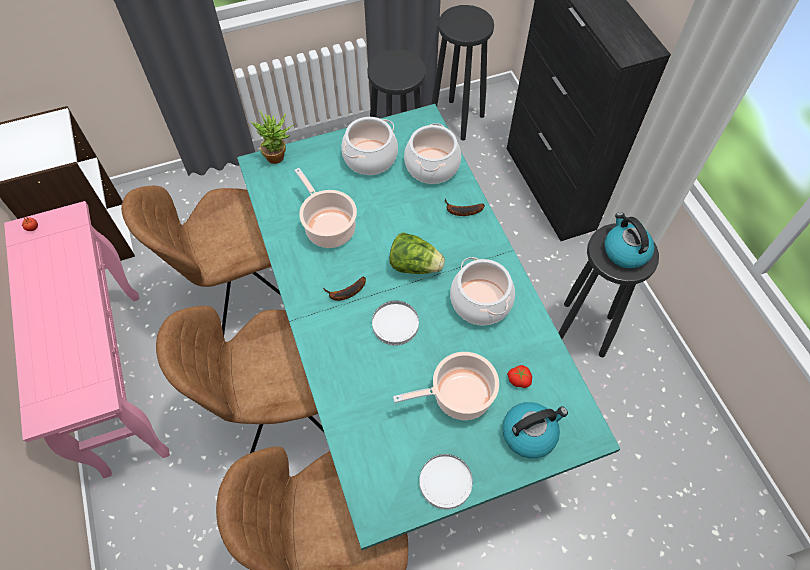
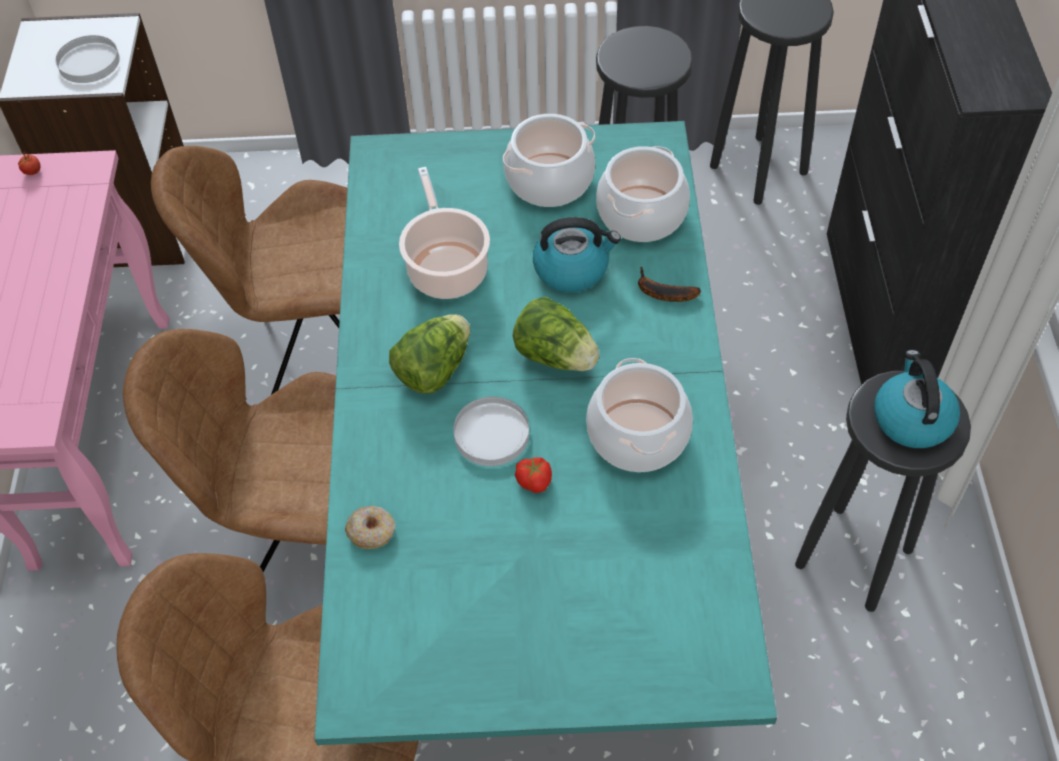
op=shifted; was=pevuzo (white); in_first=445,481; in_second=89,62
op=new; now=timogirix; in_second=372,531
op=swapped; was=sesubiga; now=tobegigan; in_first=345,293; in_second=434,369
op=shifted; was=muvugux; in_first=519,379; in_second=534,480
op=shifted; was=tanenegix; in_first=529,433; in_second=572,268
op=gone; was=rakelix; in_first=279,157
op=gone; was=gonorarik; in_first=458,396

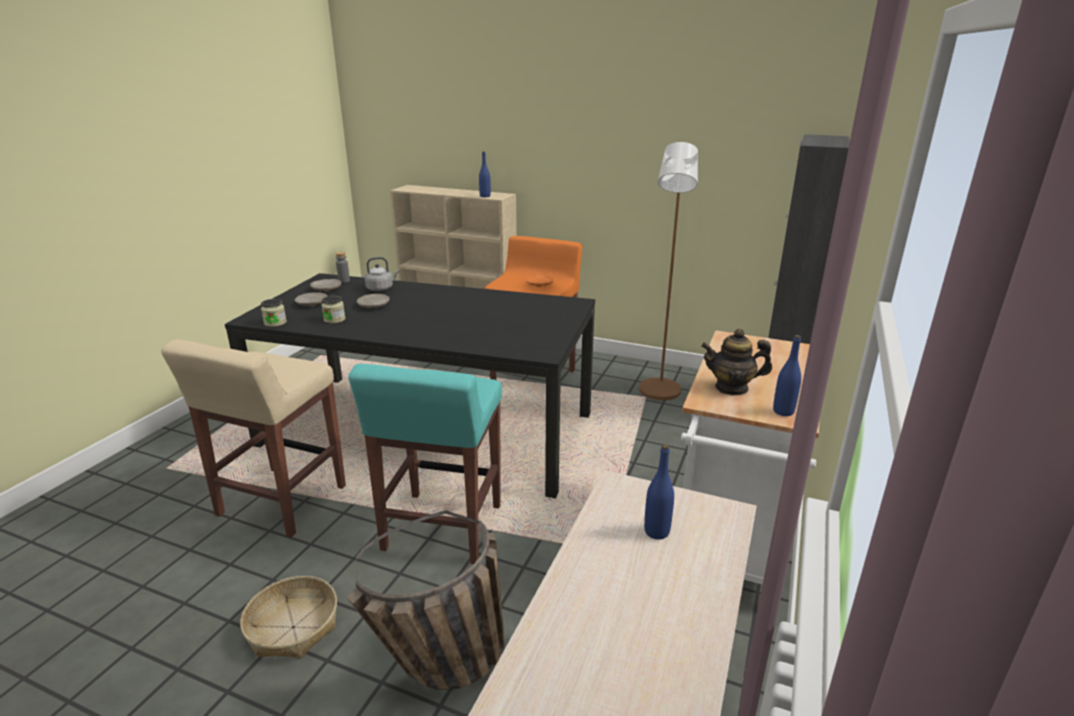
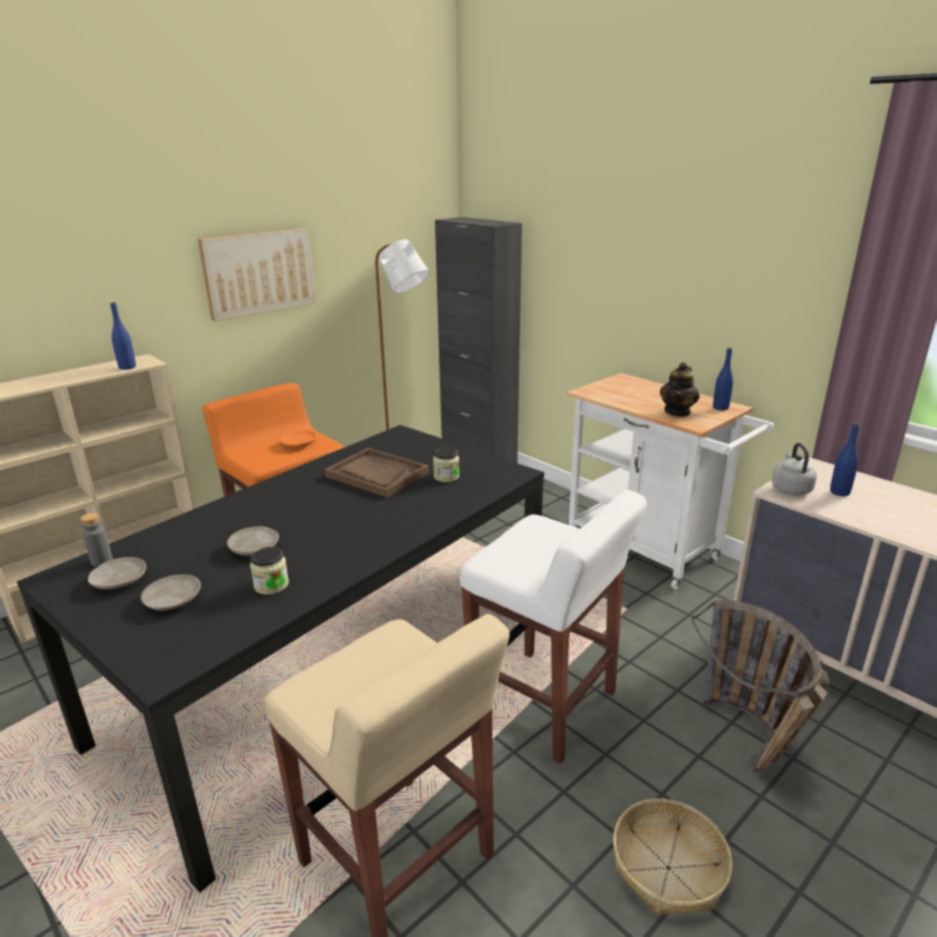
op=new; now=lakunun; in_second=259,272
op=new; now=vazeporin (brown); in_second=376,474
op=shifted; was=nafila; in_first=275,323; in_second=446,477
op=repainted; was=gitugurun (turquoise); now=gitugurun (white); in_first=442,528; in_second=544,704
op=shifted; was=tanenegix (grey); in_first=381,288; in_second=790,489

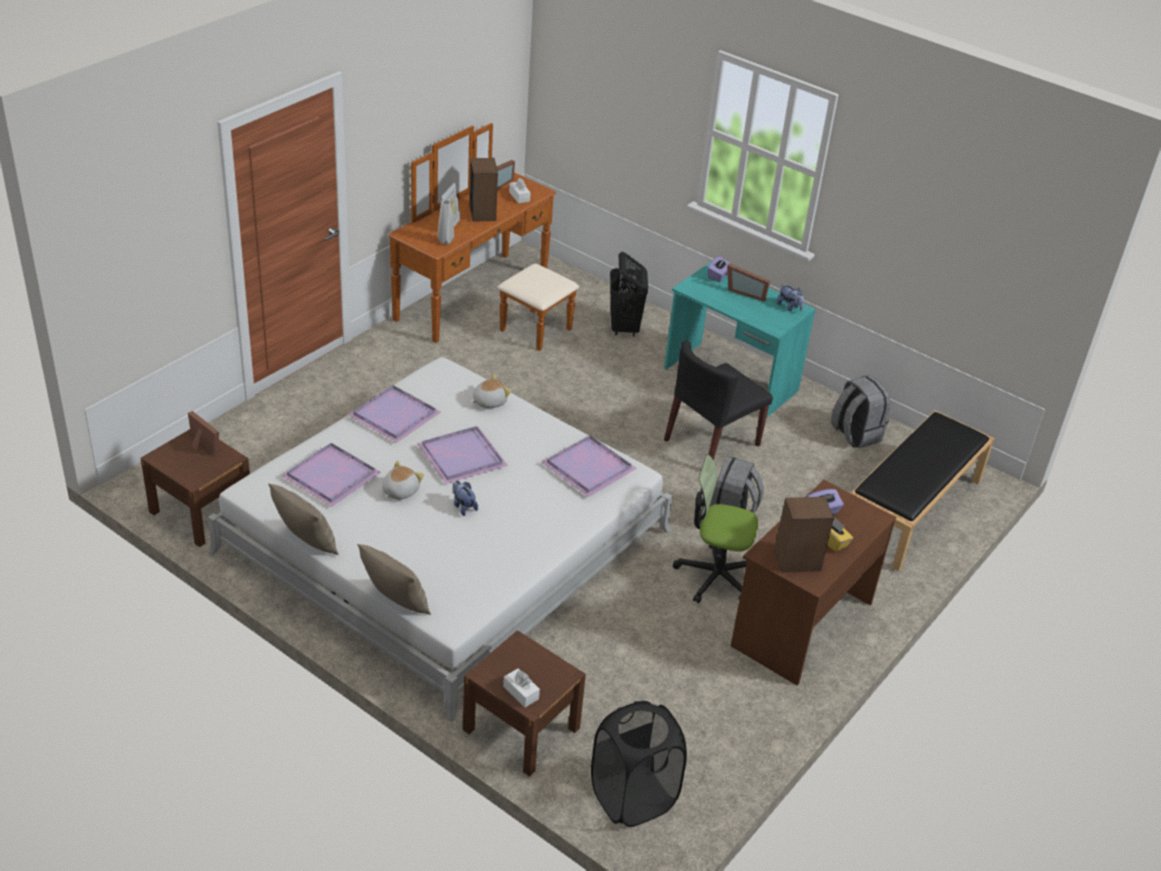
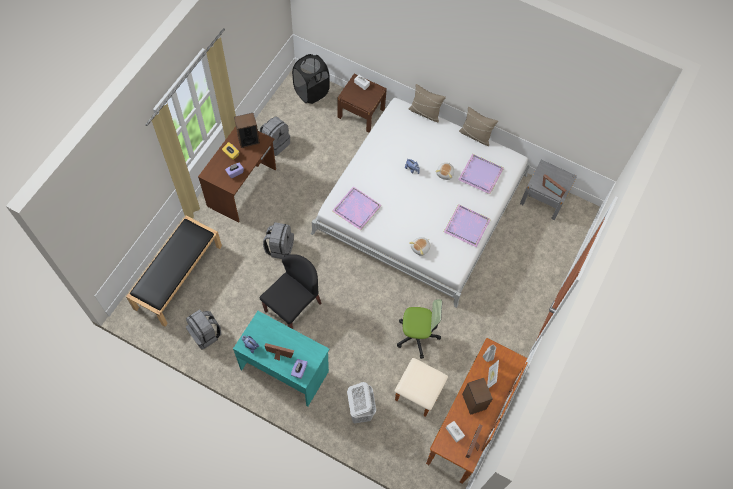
op=new; now=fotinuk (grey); in_second=275,143
op=repainted; was=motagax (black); now=motagax (white); in_first=624,328; in_second=360,411
op=shifted; was=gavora; in_first=715,576; in_second=417,335
op=repainted; was=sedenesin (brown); now=sedenesin (grey); in_first=201,512; in_second=543,198
op=gone; was=vazeporin (purple); in_first=462,455

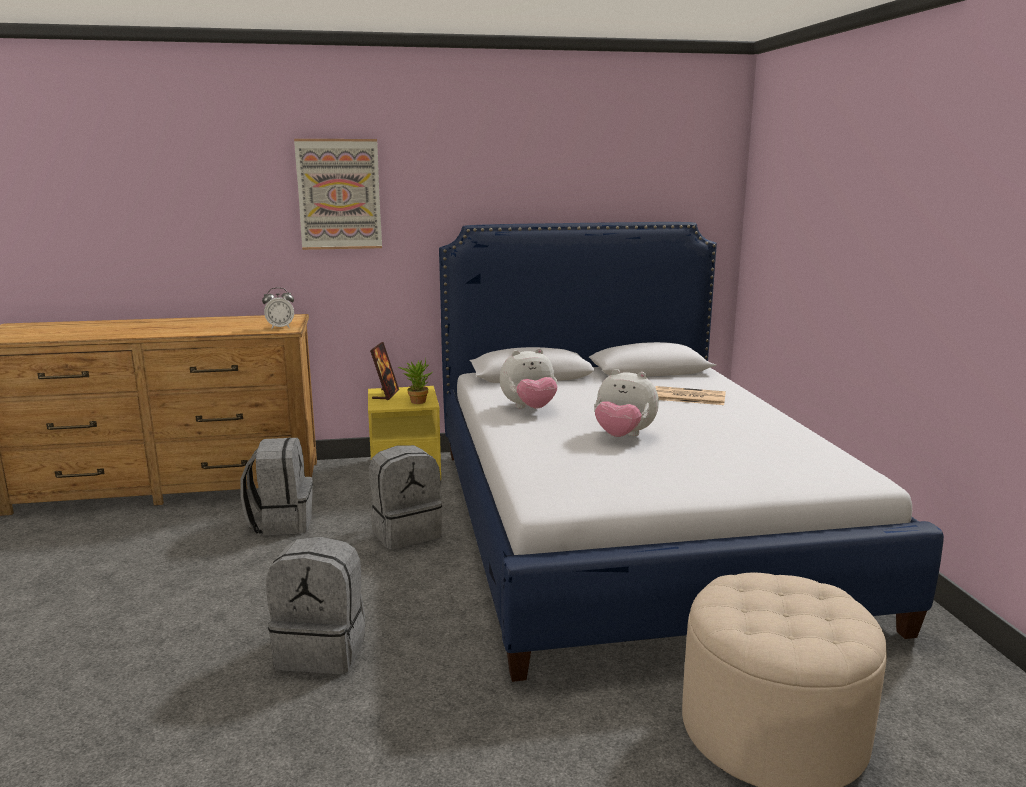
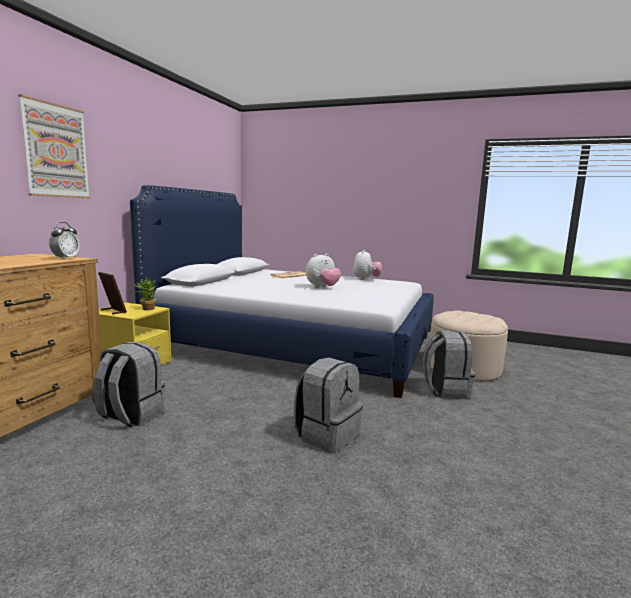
op=shifted; was=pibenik; in_first=529,408; in_second=366,279
op=shifted; was=fotinuk (grey); in_first=406,533; in_second=445,390

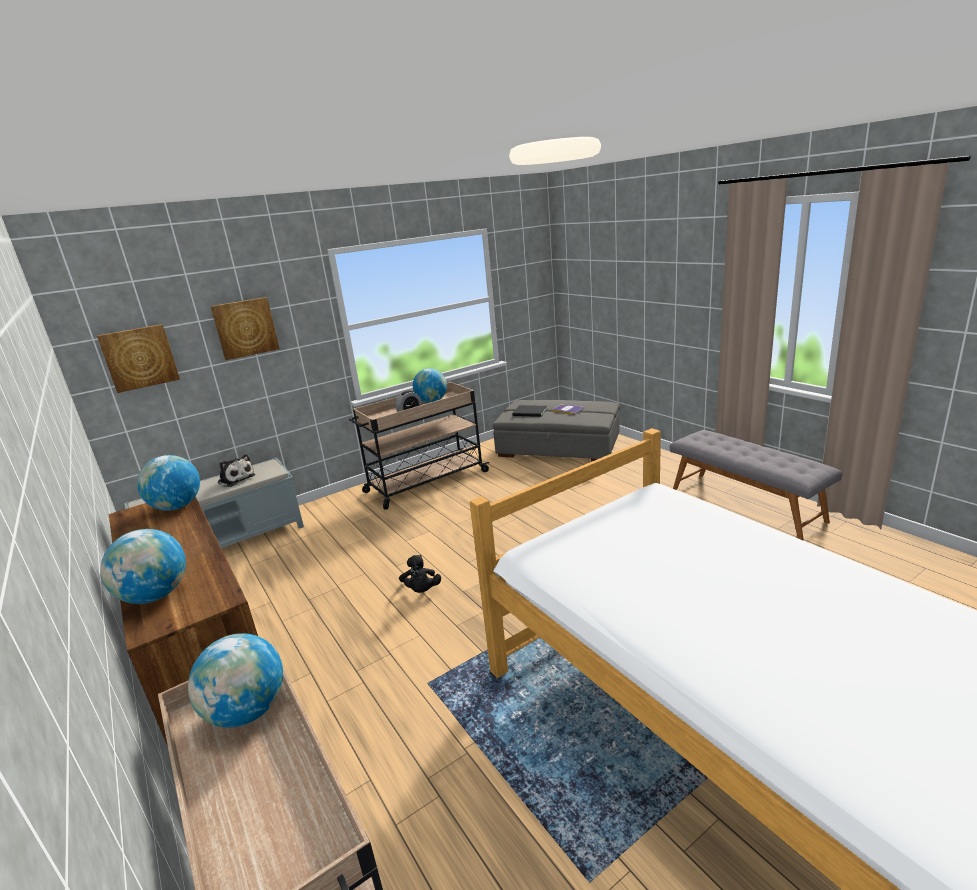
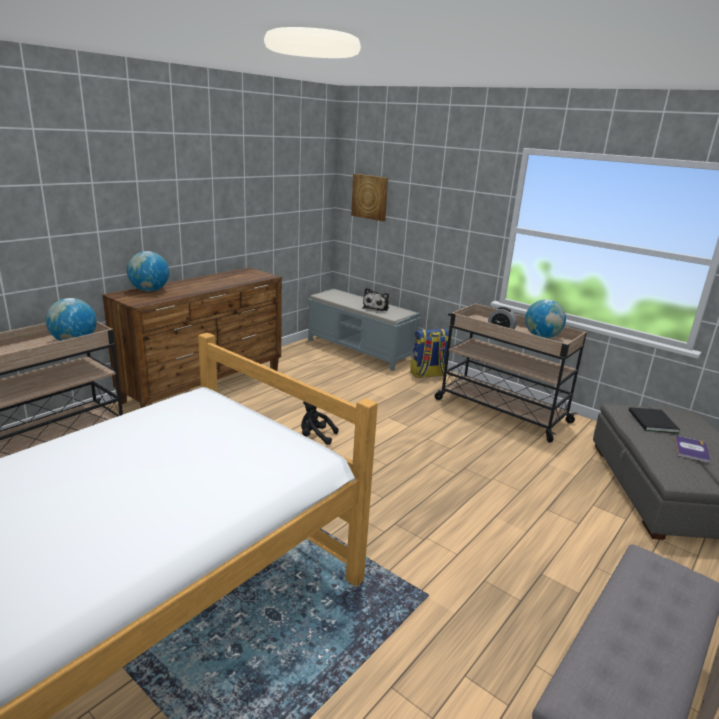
op=rotated; was=pibenik (black); in_first=421,590; in_second=315,436; clockwise=45
op=new; now=fotinuk; in_second=427,374
op=gone; was=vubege; in_first=177,507
op=gone; was=lakunun; in_first=245,328

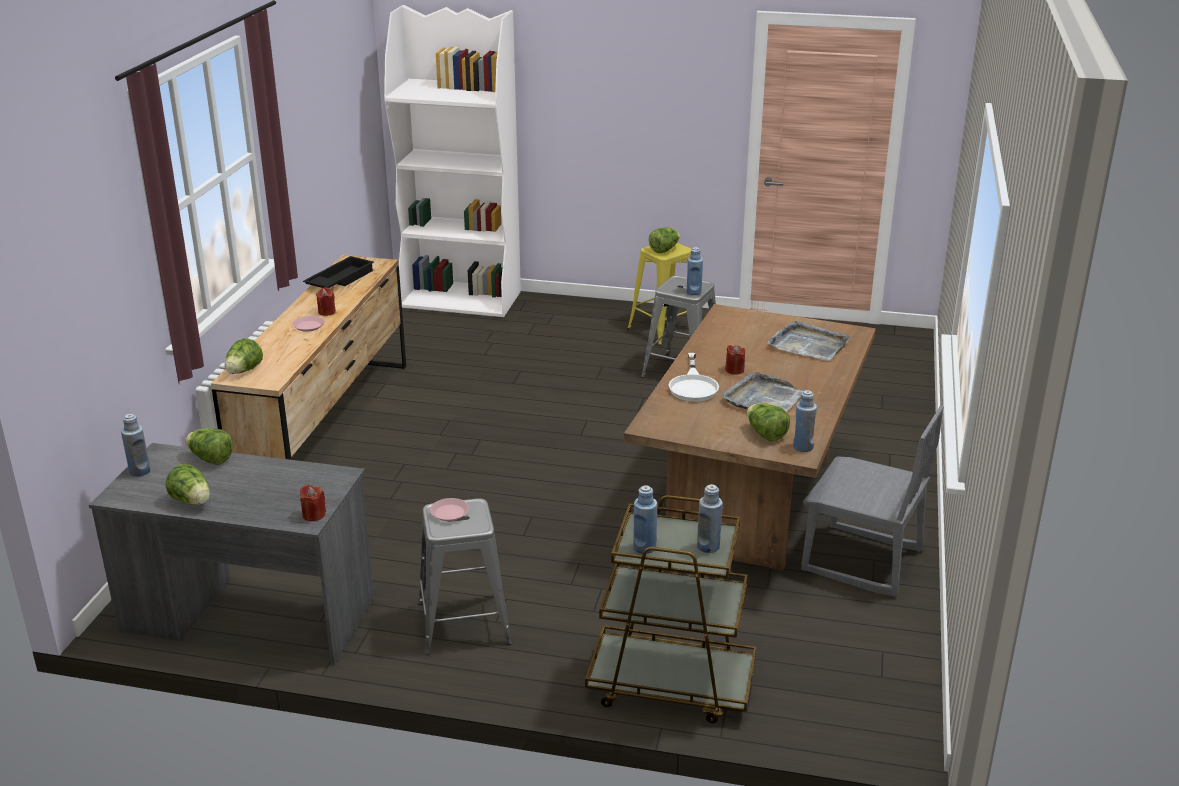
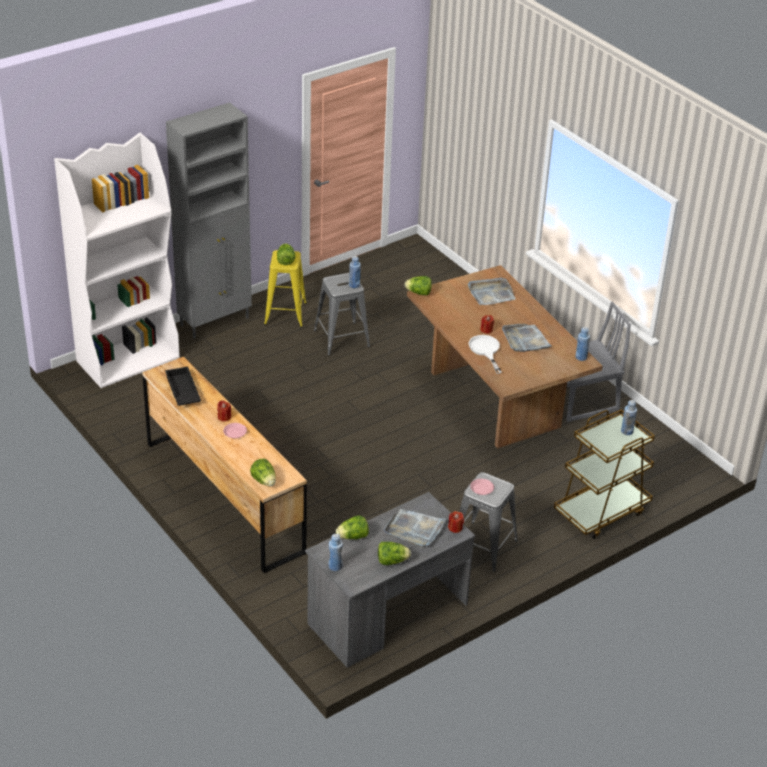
op=new; now=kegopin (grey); in_second=215,321
op=new; now=vazeporin (grey); in_second=414,529
op=shifted; was=tobegigan; in_first=765,434; in_second=418,293
op=rotated; was=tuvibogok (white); in_first=693,385; in_second=485,350; clockwise=-150
op=gone; was=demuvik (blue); in_first=644,547

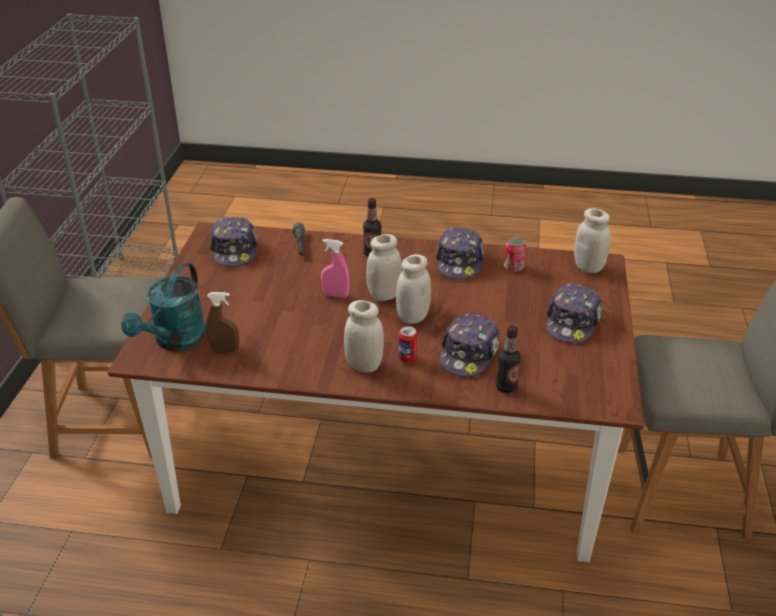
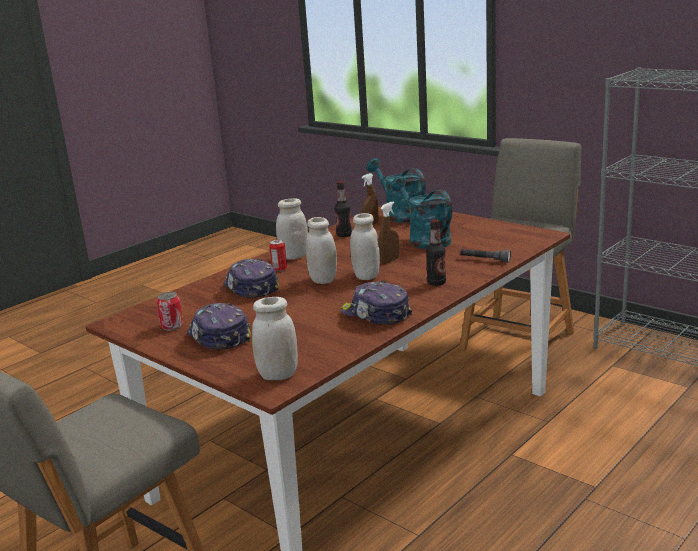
op=shifted; was=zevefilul; in_first=513,267; in_second=172,326
op=shifted; was=demuvik; in_first=506,387; in_second=344,235
op=repainted; was=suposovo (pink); now=suposovo (brown); in_first=335,295; in_second=390,260
op=new; now=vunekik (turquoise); in_second=424,239
op=gone; was=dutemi; in_first=234,250

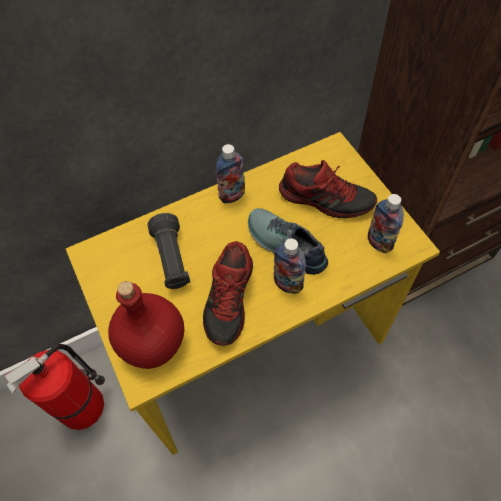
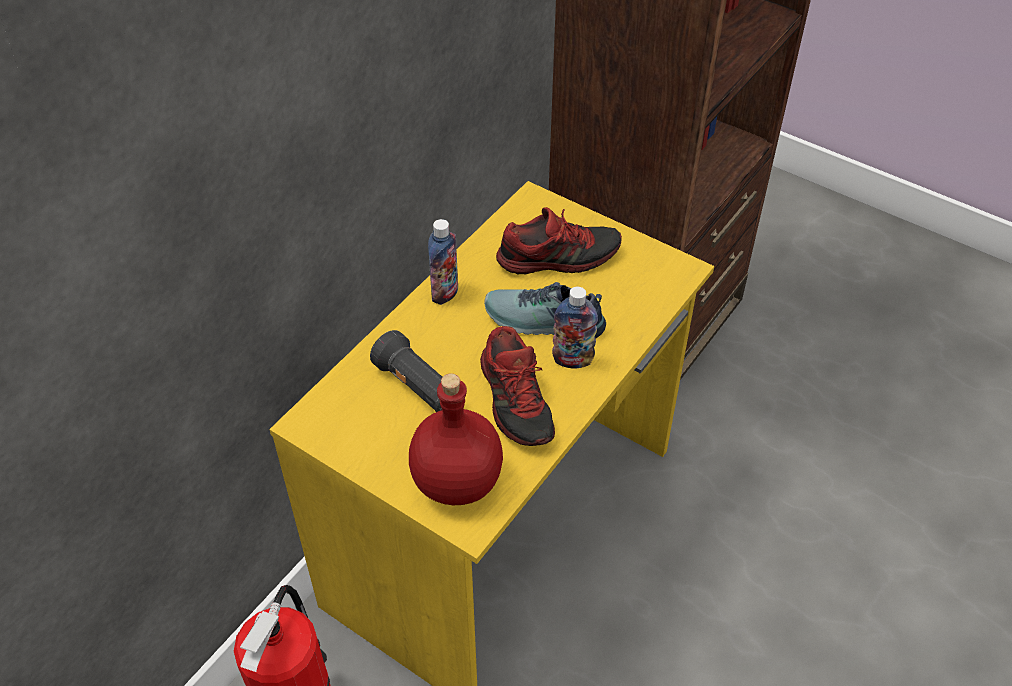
op=gone; was=demuvik; in_first=379,242

